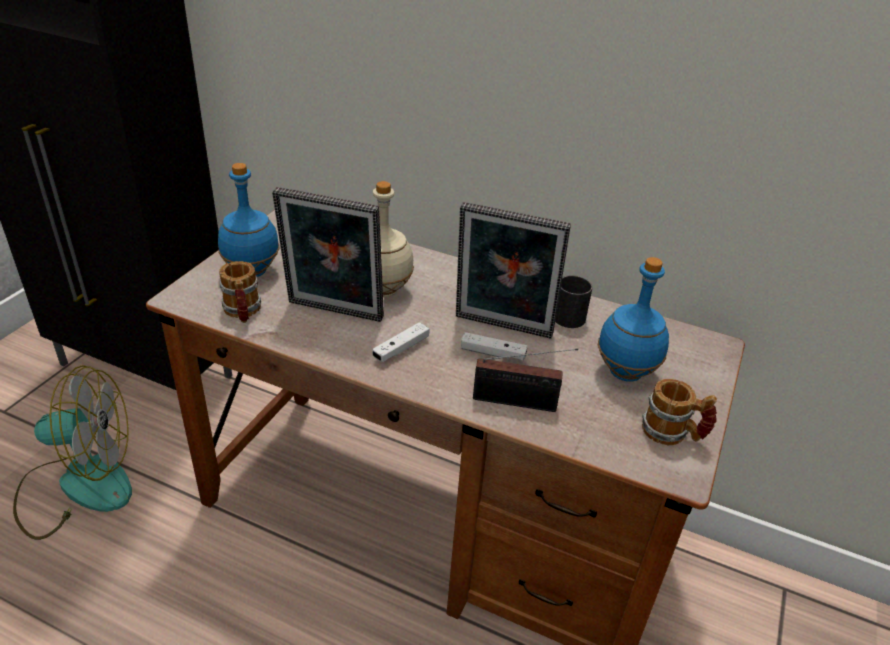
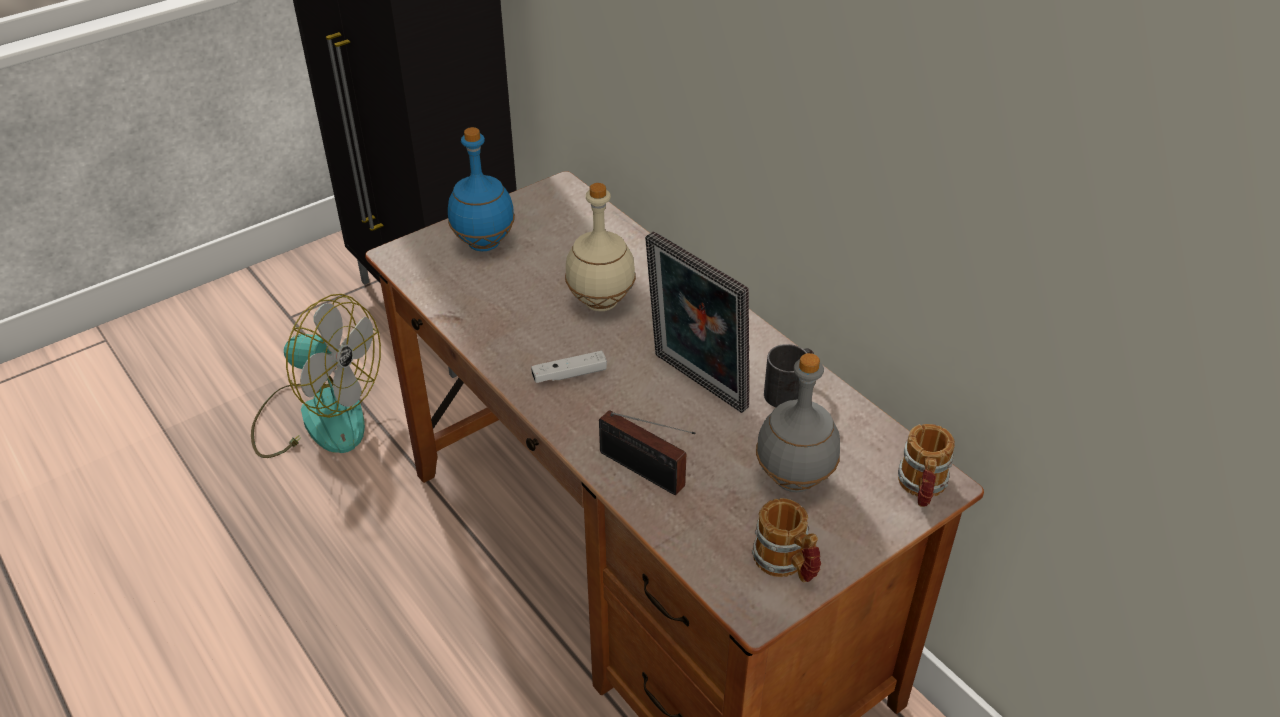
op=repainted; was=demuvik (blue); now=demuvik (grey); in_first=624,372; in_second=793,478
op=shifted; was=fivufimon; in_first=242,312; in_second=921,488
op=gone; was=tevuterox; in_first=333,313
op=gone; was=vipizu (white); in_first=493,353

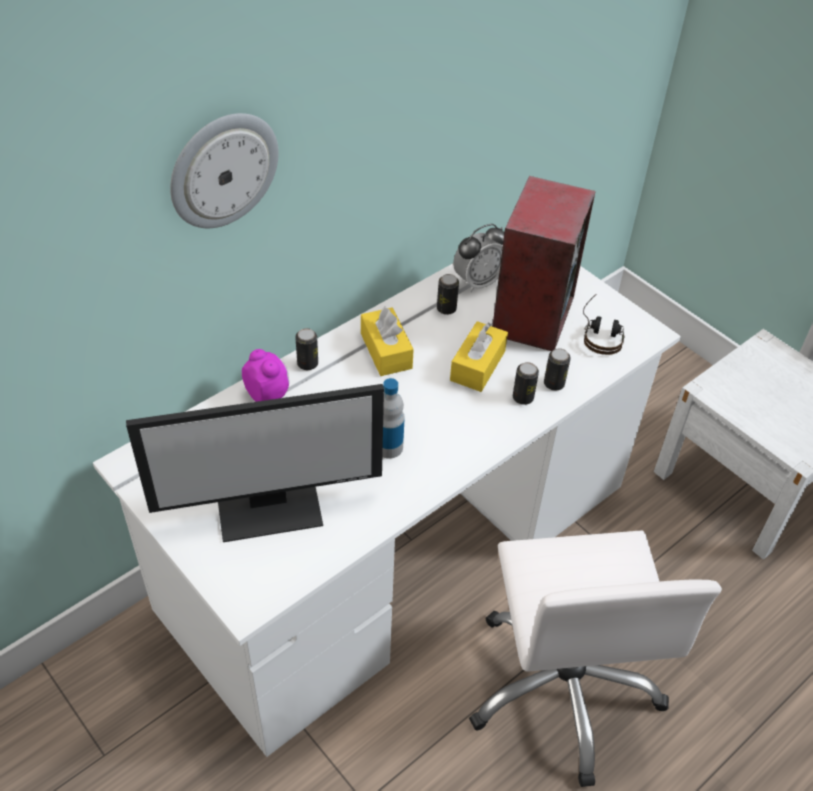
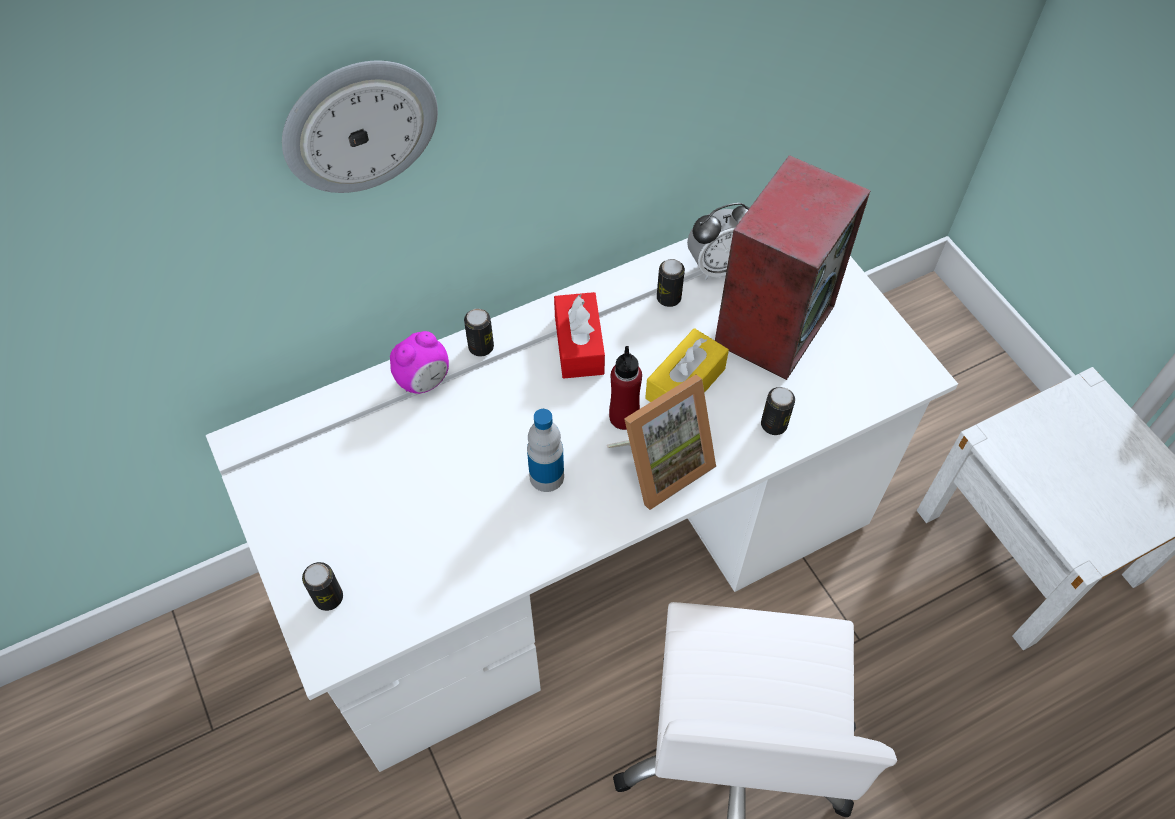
op=shifted; was=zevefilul; in_first=523,397; in_second=328,597
op=rotated; was=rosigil; in_first=268,394; in_second=424,381; clockwise=75
op=repainted; was=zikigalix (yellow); now=zikigalix (red); in_first=386,351; in_second=579,345
op=new; now=tevuterox; in_second=661,464
op=new; now=demuvik (red); in_second=624,417
op=gone; was=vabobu; in_first=270,507
op=gone; was=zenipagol; in_first=601,333

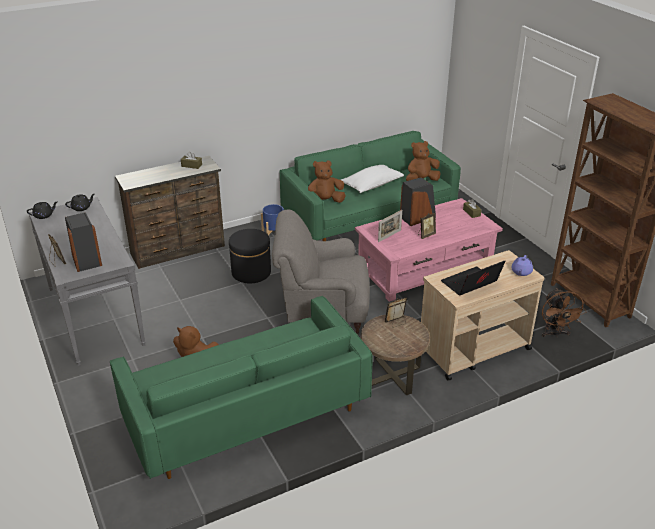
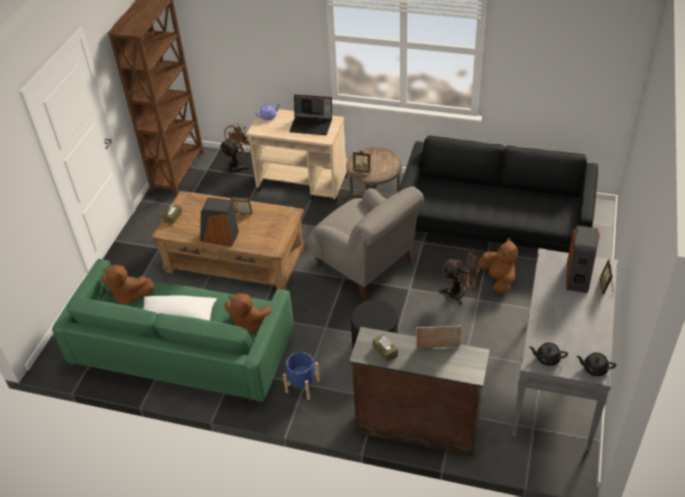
op=repainted; was=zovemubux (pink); now=zovemubux (brown); in_first=425,269; in_second=234,260
op=repainted; was=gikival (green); now=gikival (black); in_first=245,412; in_second=494,224
op=shifted; was=tevuterox; in_first=389,236; in_second=438,347
op=new; now=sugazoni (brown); in_second=461,294

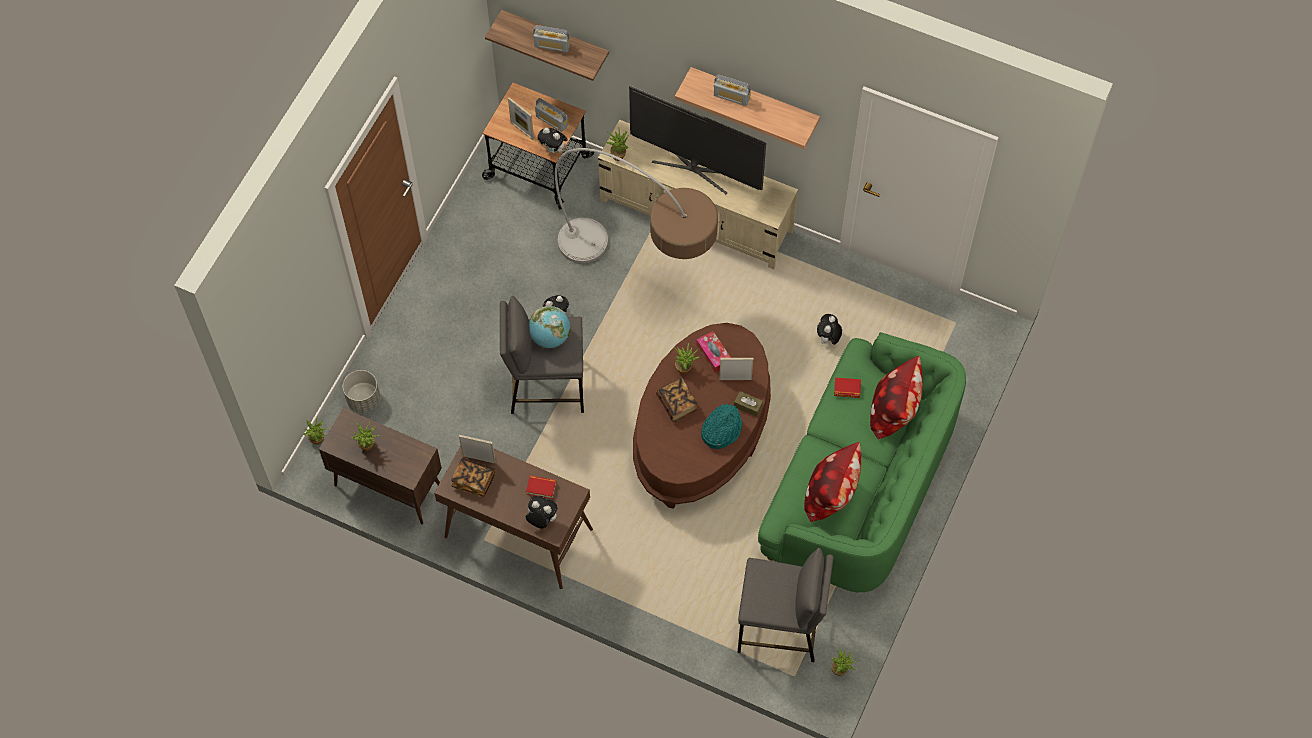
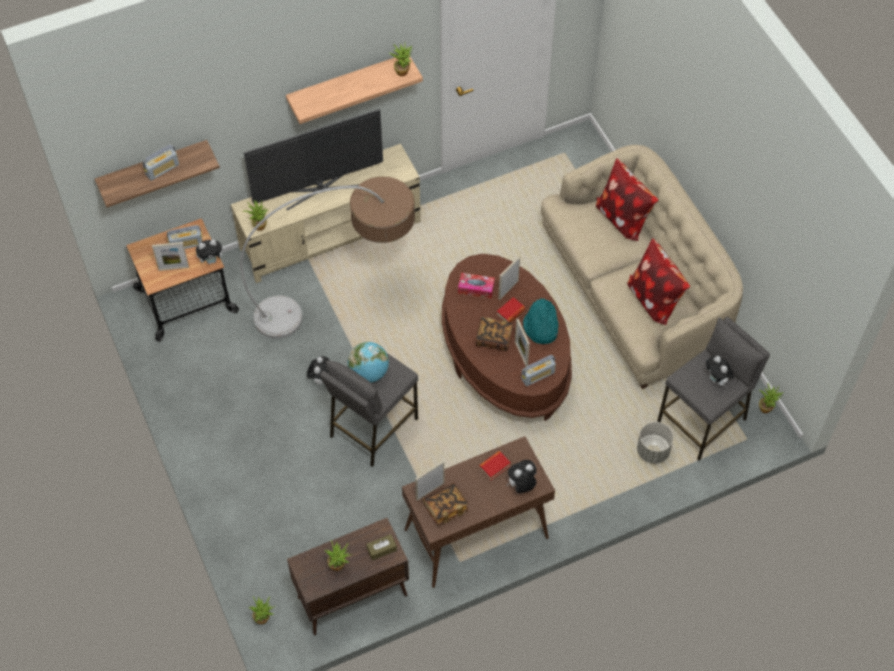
op=shifted; was=zikigalix (brown); in_first=748,406; in_second=381,549
op=shifted; was=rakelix; in_first=685,368; in_second=402,70
op=shifted; was=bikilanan; in_first=847,389; in_second=510,312
op=new; now=tevuterox; in_second=521,353
op=shifted; was=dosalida; in_first=731,96; in_second=538,375
op=repainted; was=gikival (green); now=gikival (beige); in_first=859,485; in_second=634,294
op=shifted; was=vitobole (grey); in_first=364,399; in_second=653,451
op=shifted; was=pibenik; in_first=828,339; in_second=717,380

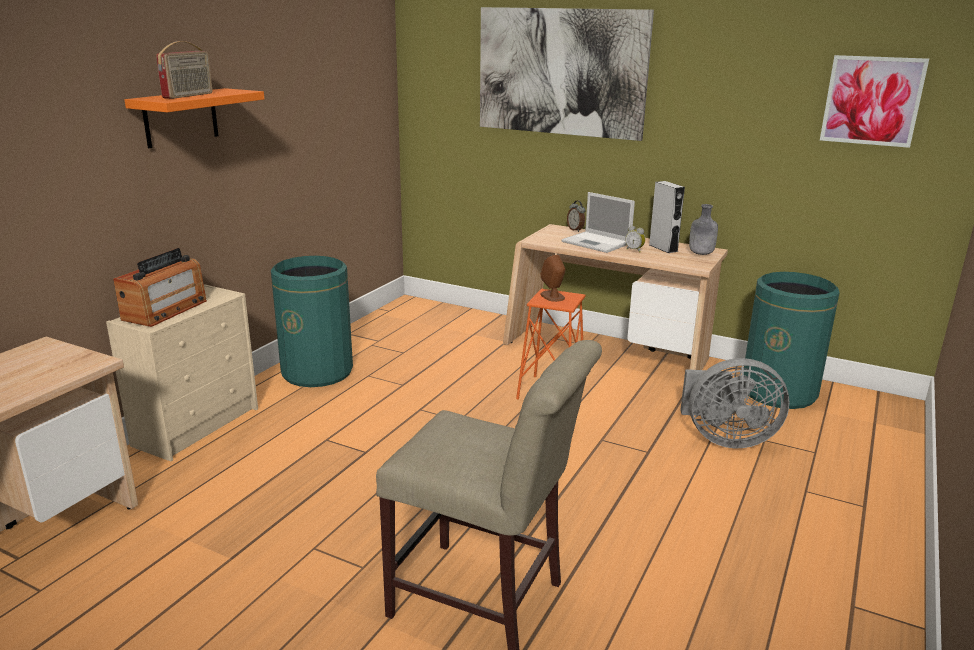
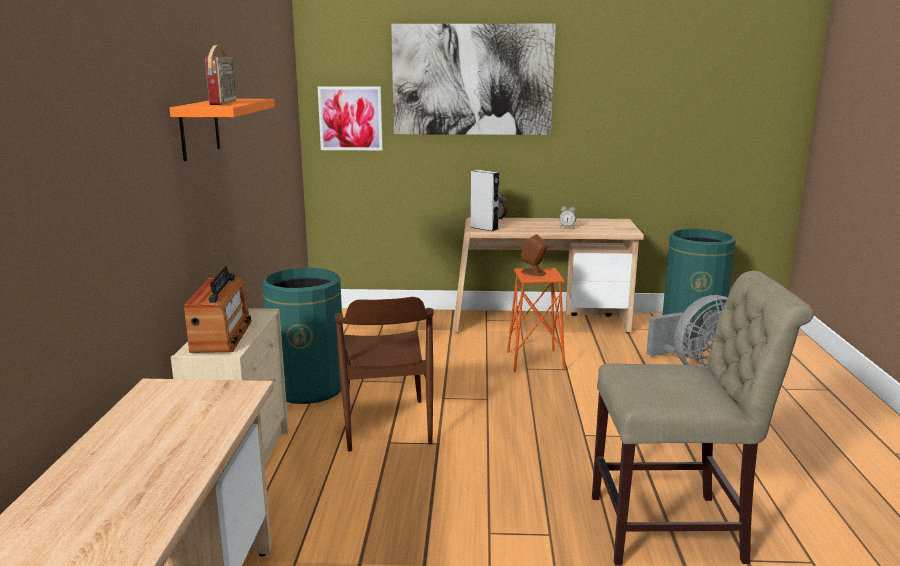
op=shifted; was=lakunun; in_first=872,101; in_second=350,118
op=new; now=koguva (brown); in_second=386,424
op=shifted; was=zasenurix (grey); in_first=663,248; in_second=484,228
op=gone; was=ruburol; in_first=597,243
op=gone; was=demuvik (grey); in_first=700,253

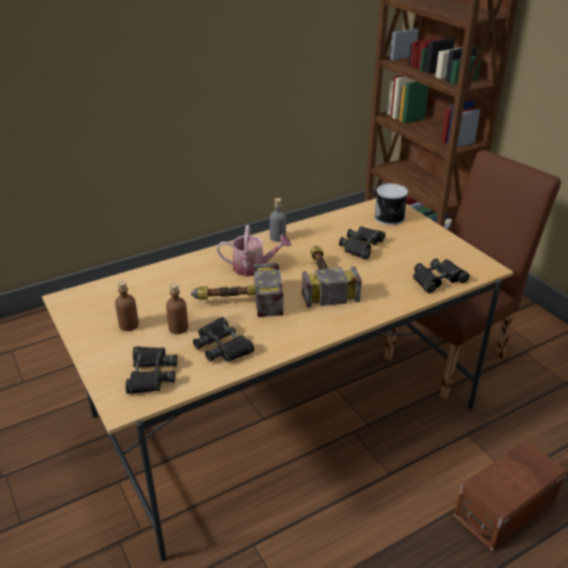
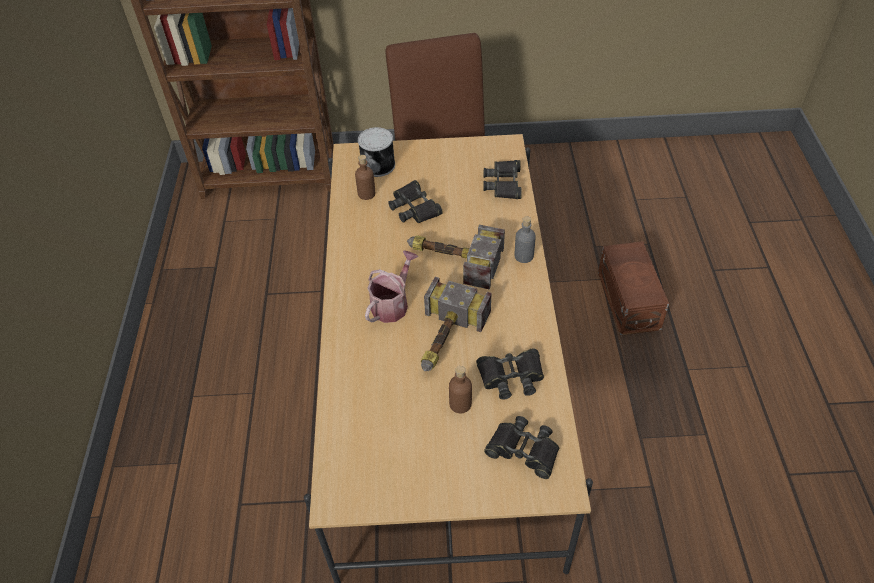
op=shifted; was=demuvik (brown); in_first=129,325; in_second=366,194
op=shifted; was=demuvik (grey); in_first=277,237; in_second=524,256

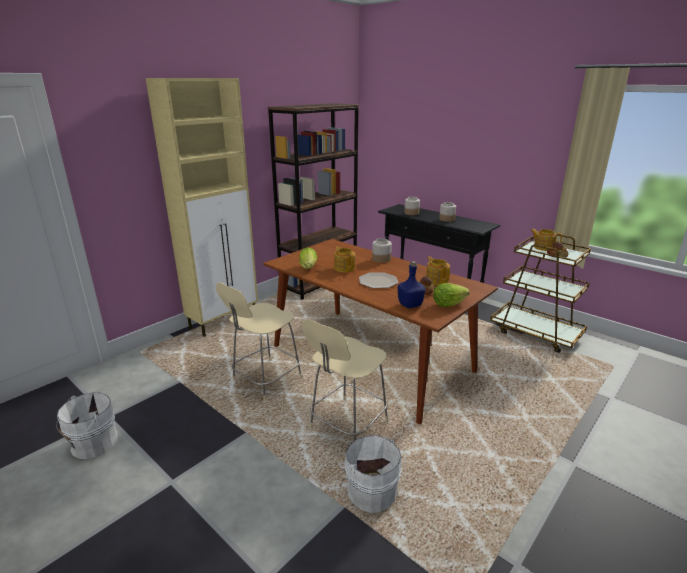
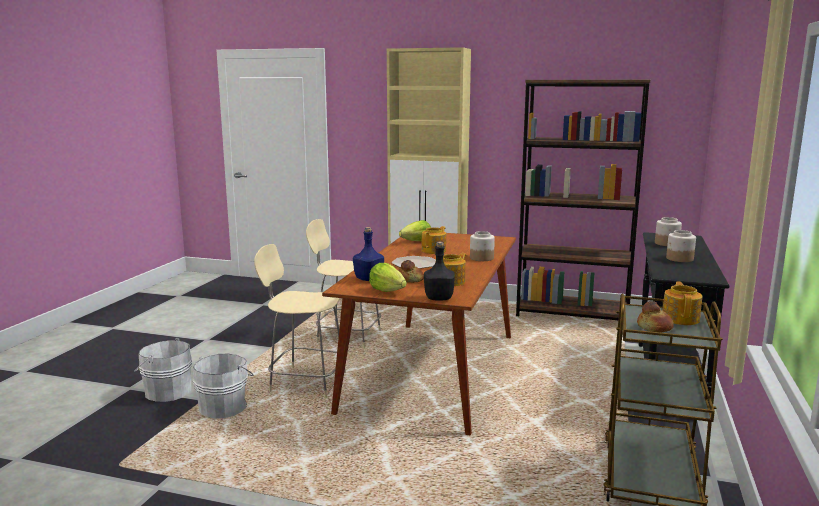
op=shifted; was=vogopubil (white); in_first=92,444; in_second=166,391
op=new; now=demuvik (black); in_second=439,298

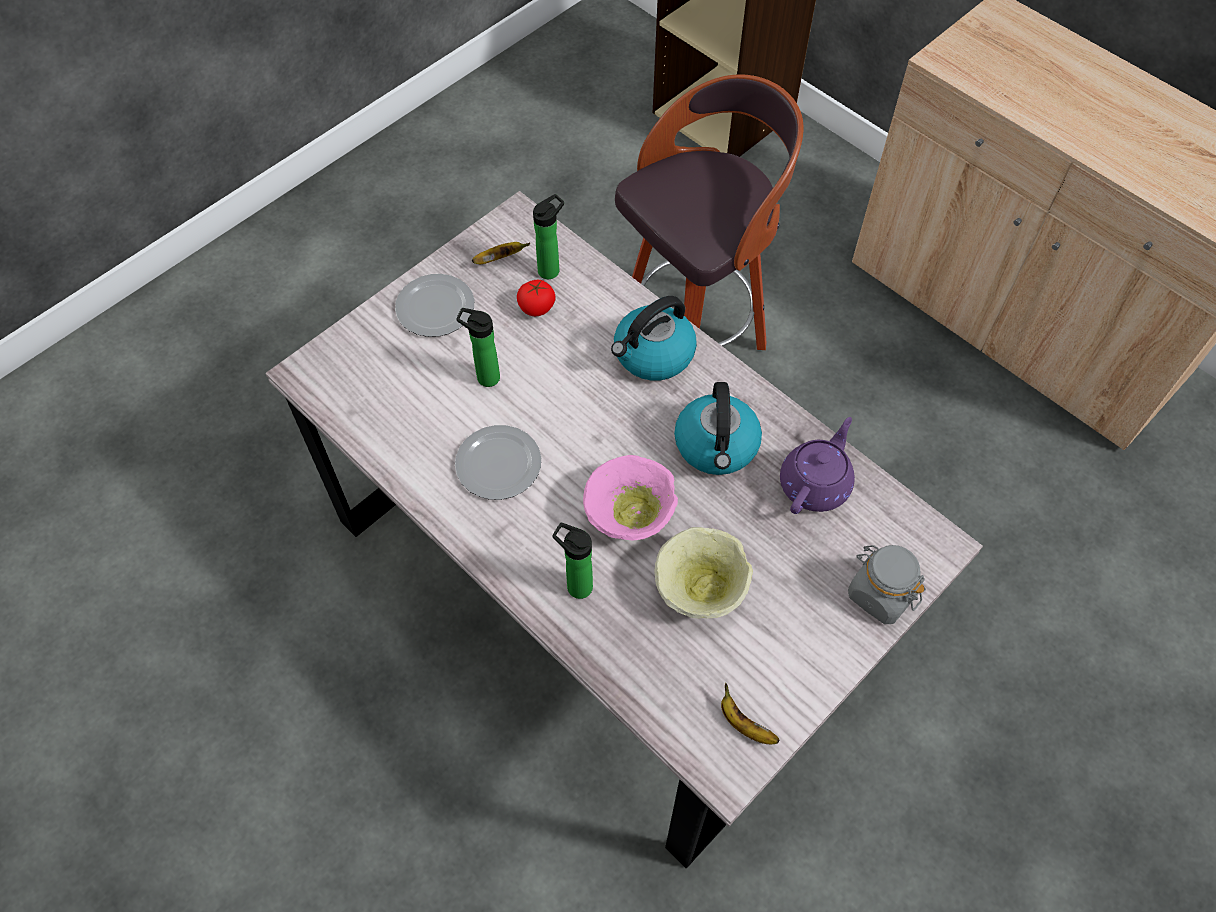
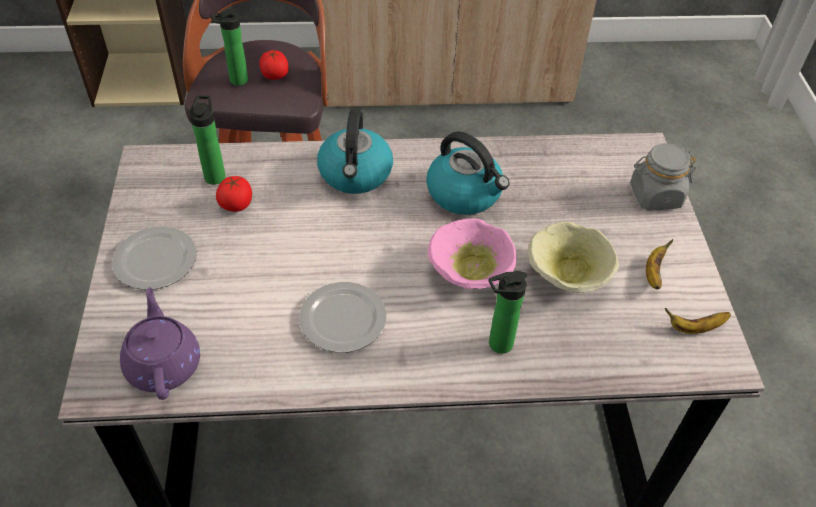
op=shifted; was=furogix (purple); in_first=815,483; in_second=164,364
op=shifted; was=demuvik; in_first=485,377; in_second=236,81
op=new; now=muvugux; in_second=275,75
op=shifted; was=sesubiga; in_first=500,258; in_second=653,273

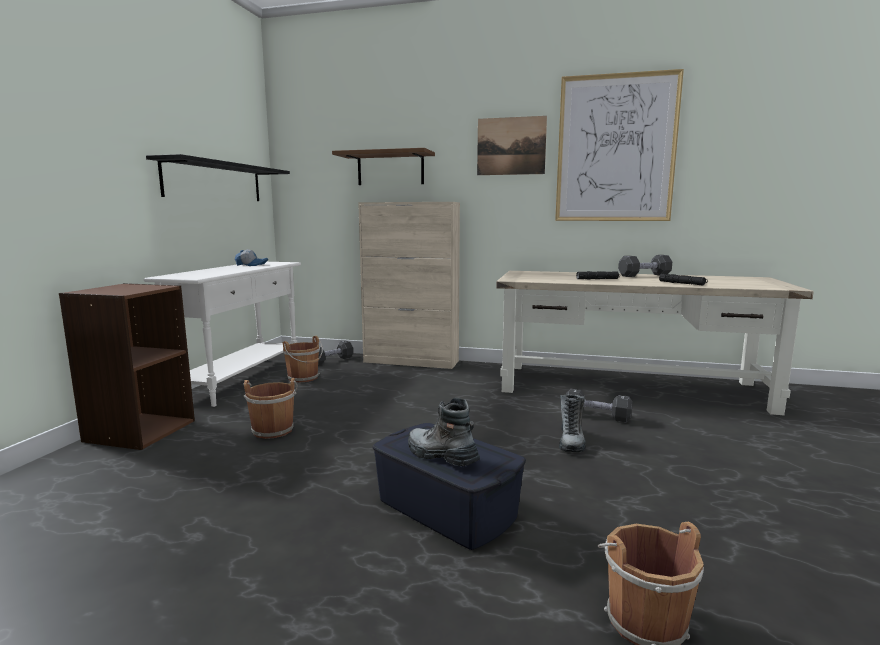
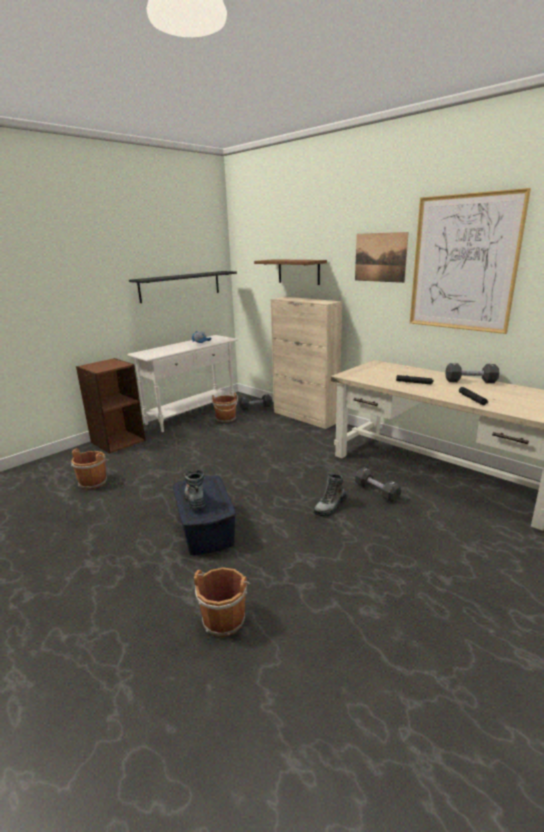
op=shifted; was=vogopubil (brown); in_first=273,429; in_second=94,482

